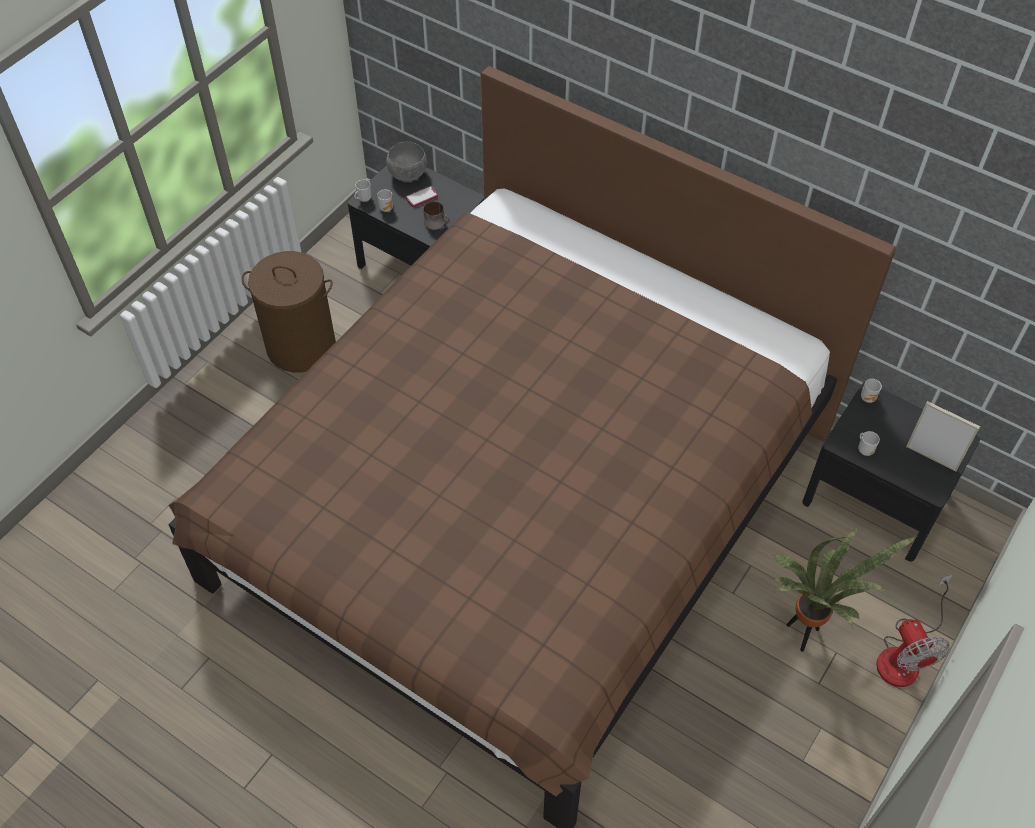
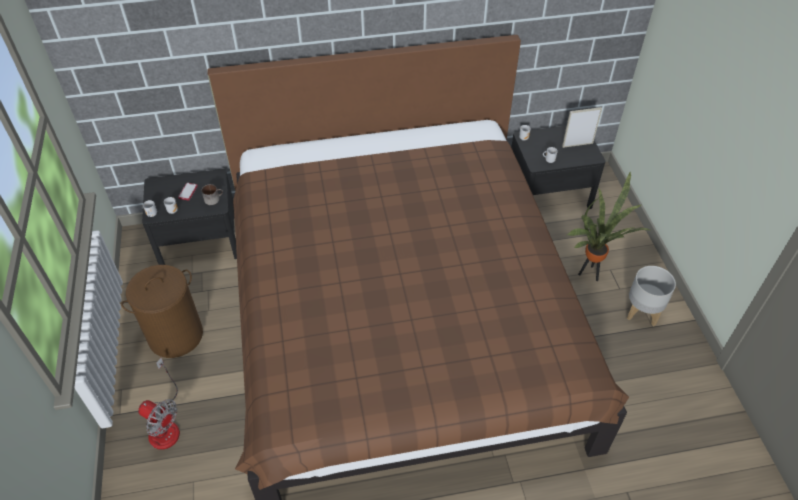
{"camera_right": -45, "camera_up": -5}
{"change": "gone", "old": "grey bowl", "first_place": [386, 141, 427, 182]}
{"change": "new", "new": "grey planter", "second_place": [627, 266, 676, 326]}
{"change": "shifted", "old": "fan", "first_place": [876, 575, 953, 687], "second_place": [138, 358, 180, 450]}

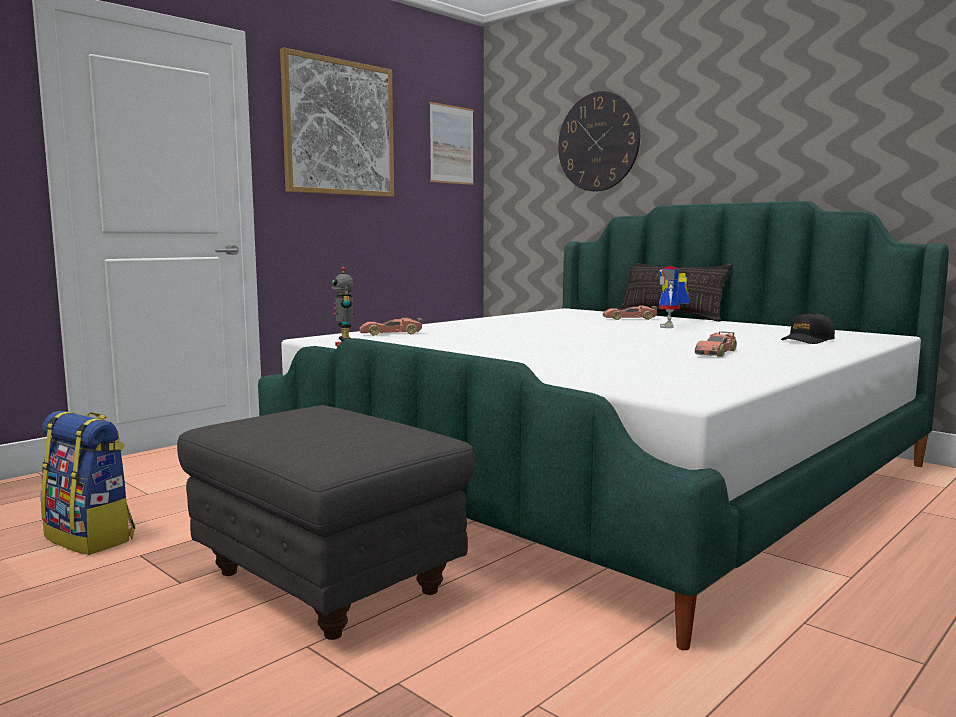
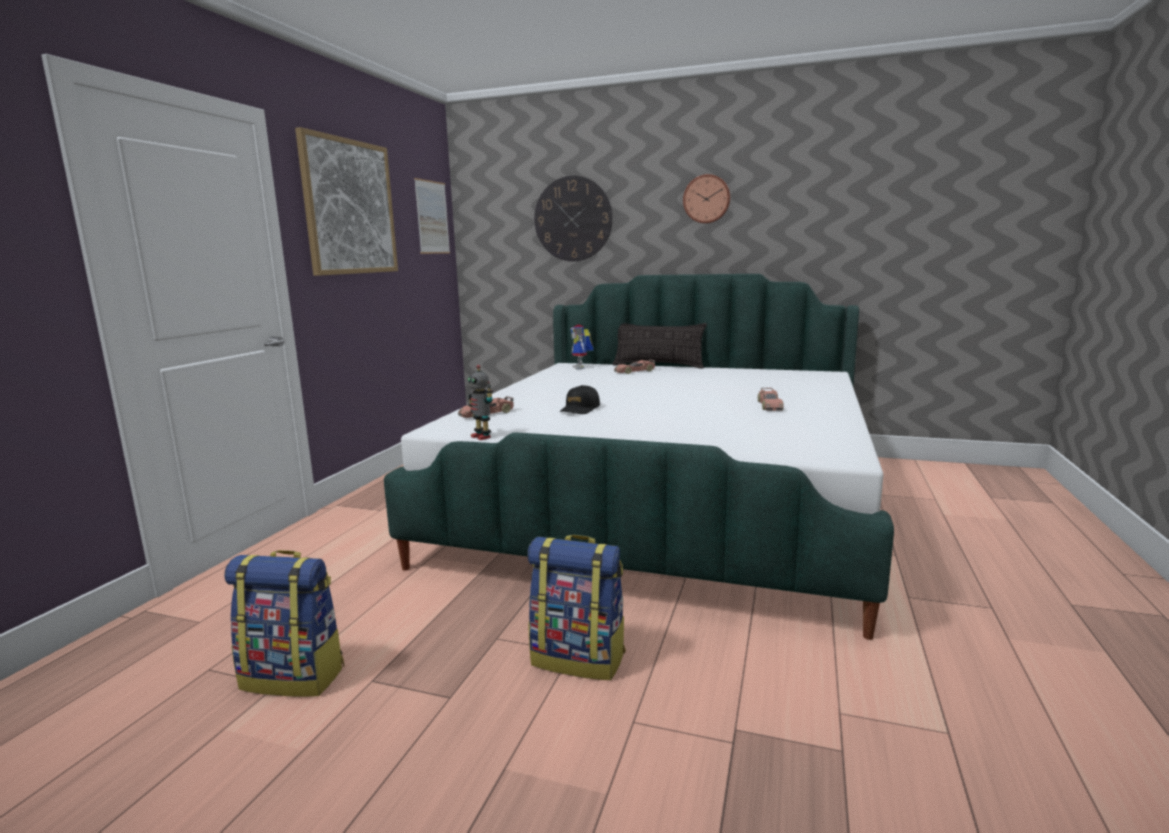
{"camera_right": -25, "camera_up": 5}
{"change": "new", "new": "wall clock", "second_place": [683, 174, 730, 224]}
{"change": "shifted", "old": "toy robot", "first_place": [659, 265, 689, 328], "second_place": [570, 324, 594, 369]}
{"change": "shifted", "old": "black cap", "first_place": [781, 312, 835, 344], "second_place": [560, 385, 600, 414]}
{"change": "swapped", "old": "grey ottoman", "new": "backpack", "first_place": [177, 405, 475, 640], "second_place": [528, 535, 626, 680]}

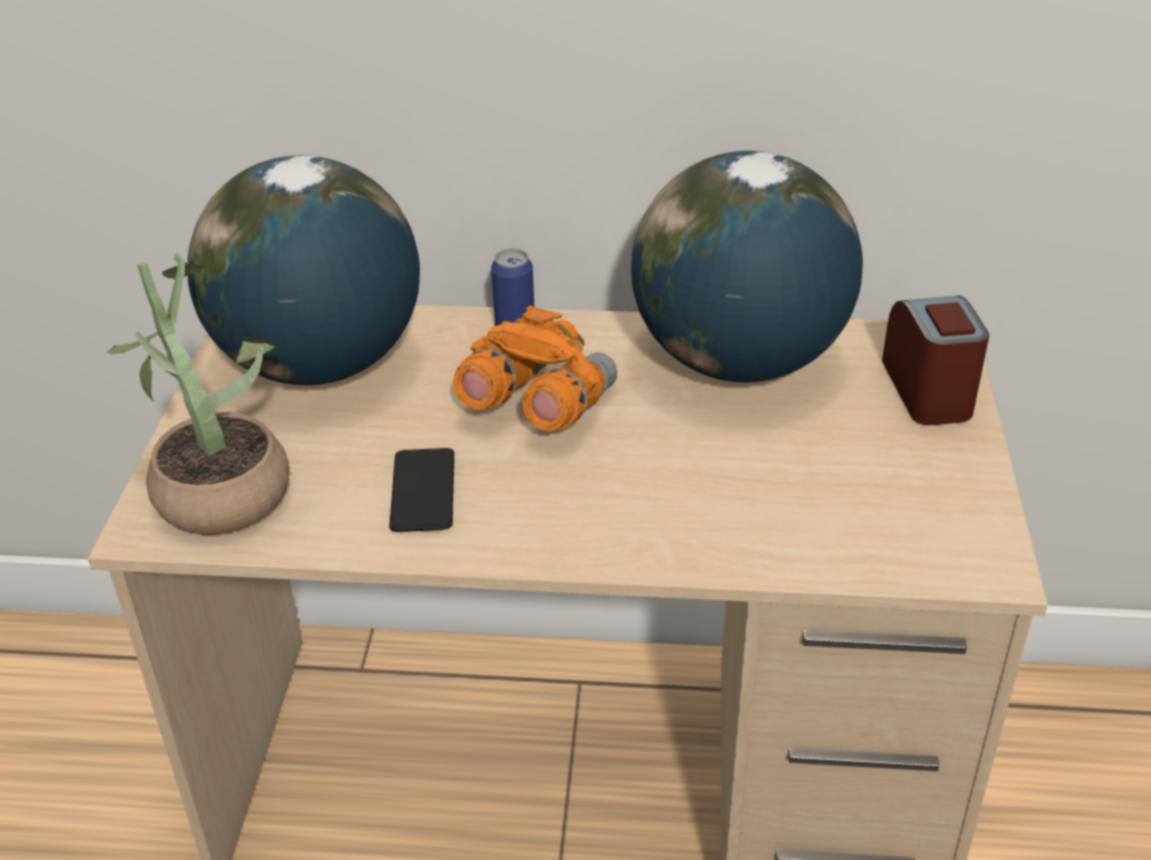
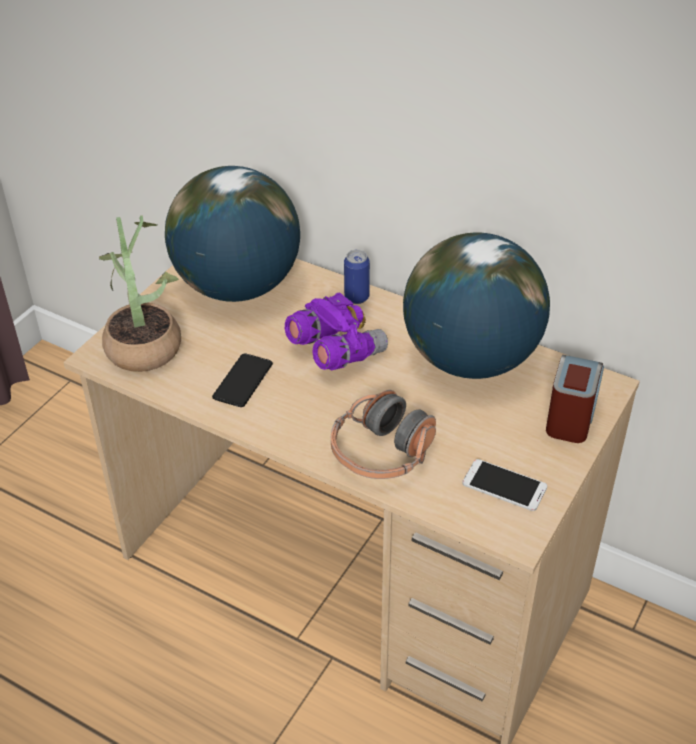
{"camera_right": 25, "camera_up": 5}
{"change": "new", "new": "headphones", "second_place": [331, 390, 436, 479]}
{"change": "new", "new": "phone", "second_place": [462, 459, 547, 511]}
{"change": "repainted", "old": "orange binoculars", "new": "purple binoculars", "first_place": [453, 306, 617, 431], "second_place": [285, 292, 388, 370]}

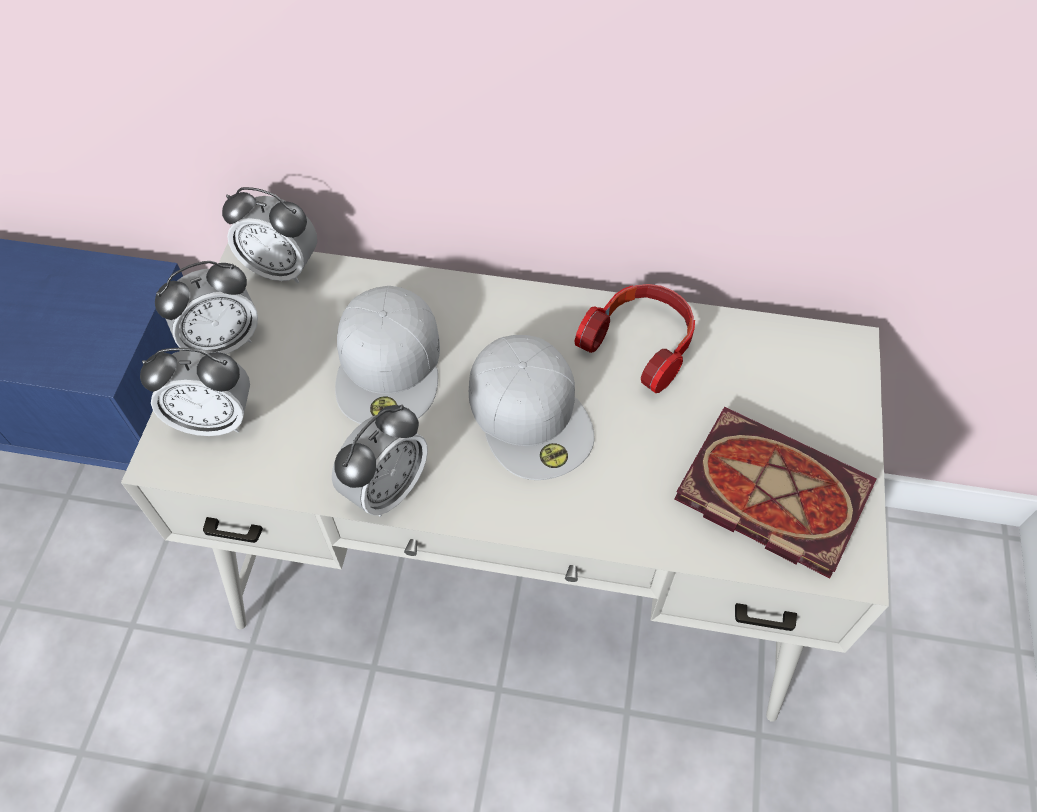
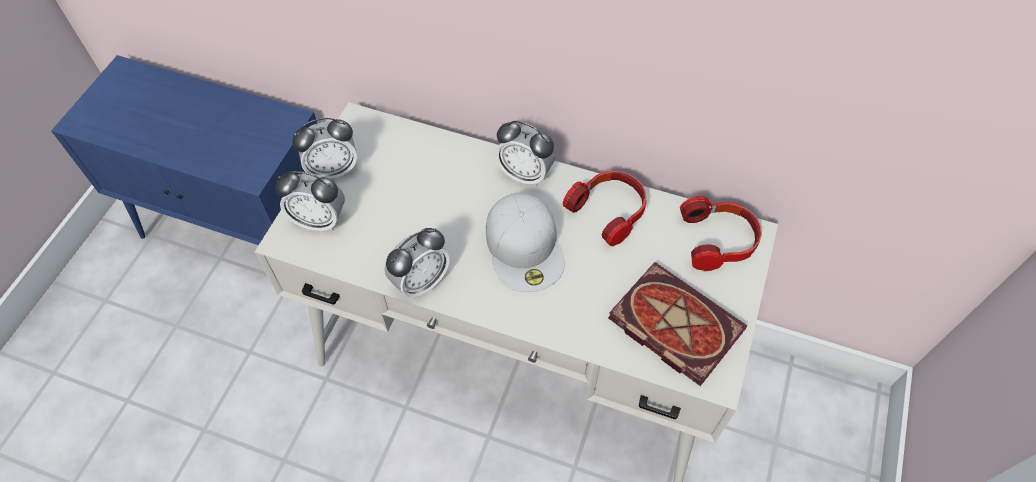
{"camera_right": 10, "camera_up": 0}
{"change": "gone", "old": "white cap", "first_place": [335, 286, 440, 424]}
{"change": "new", "new": "headphones", "second_place": [680, 196, 762, 271]}
{"change": "shifted", "old": "alarm clock", "first_place": [222, 187, 317, 283], "second_place": [495, 121, 556, 187]}

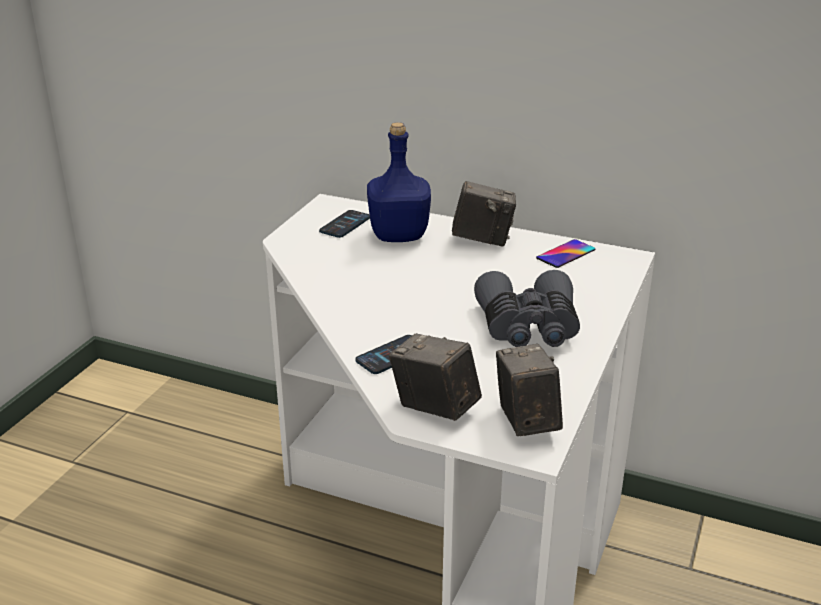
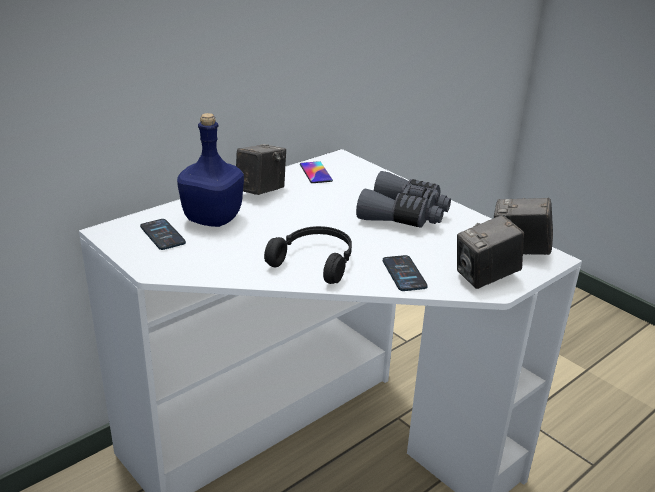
{"camera_right": -65, "camera_up": 0}
{"change": "new", "new": "black headphones", "second_place": [264, 226, 352, 284]}

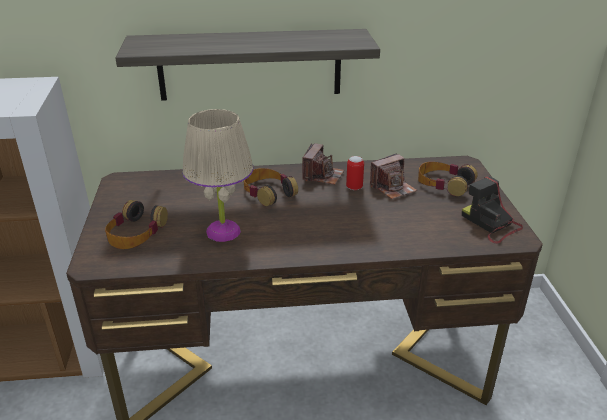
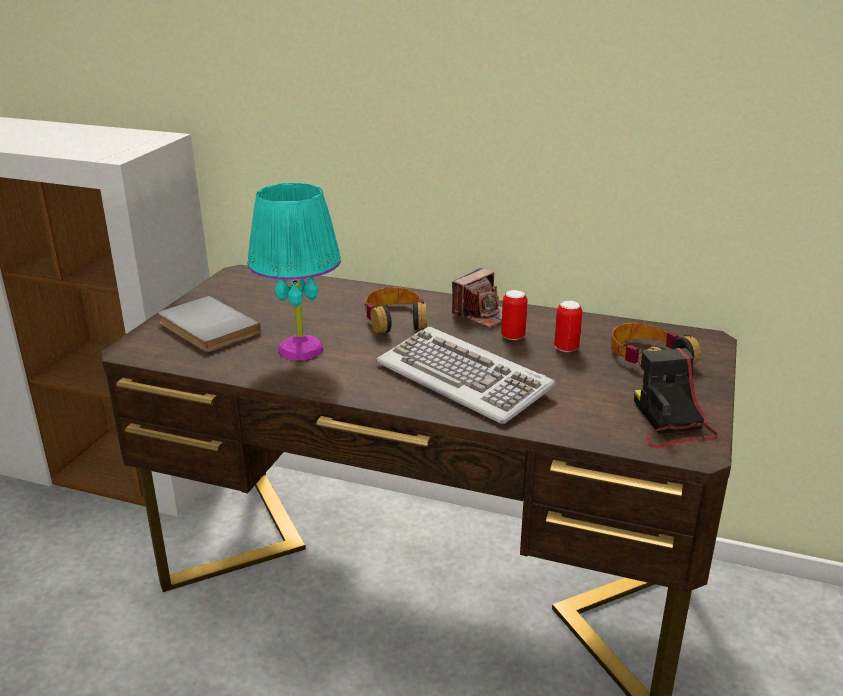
{"camera_right": 25, "camera_up": -5}
{"change": "gone", "old": "shelf", "first_place": [115, 29, 380, 101]}
{"change": "new", "new": "keyboard", "second_place": [376, 326, 556, 424]}
{"change": "swapped", "old": "headphones", "new": "grey book", "first_place": [105, 200, 168, 249], "second_place": [158, 296, 261, 352]}
{"change": "swapped", "old": "photo camera", "new": "can", "first_place": [370, 153, 417, 199], "second_place": [554, 301, 583, 352]}
{"change": "repainted", "old": "beige table lamp", "new": "turquoise table lamp", "first_place": [182, 109, 253, 242], "second_place": [247, 183, 341, 360]}

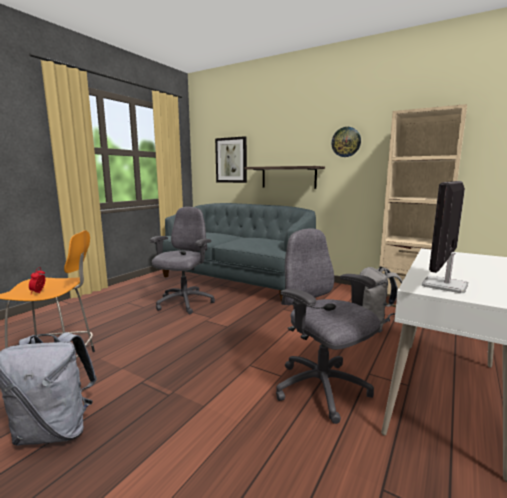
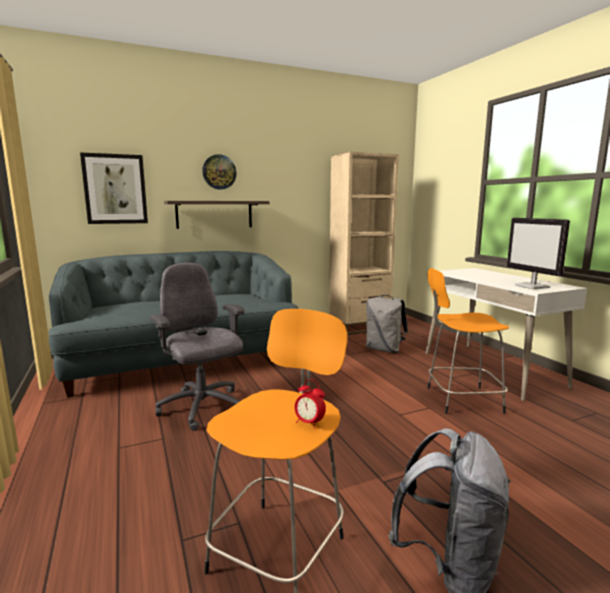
{"camera_right": -55, "camera_up": 0}
{"change": "shifted", "old": "wall clock", "first_place": [332, 127, 361, 157], "second_place": [202, 154, 236, 190]}
{"change": "swapped", "old": "grey office chair", "new": "orange stool", "first_place": [276, 229, 381, 424], "second_place": [427, 268, 509, 414]}

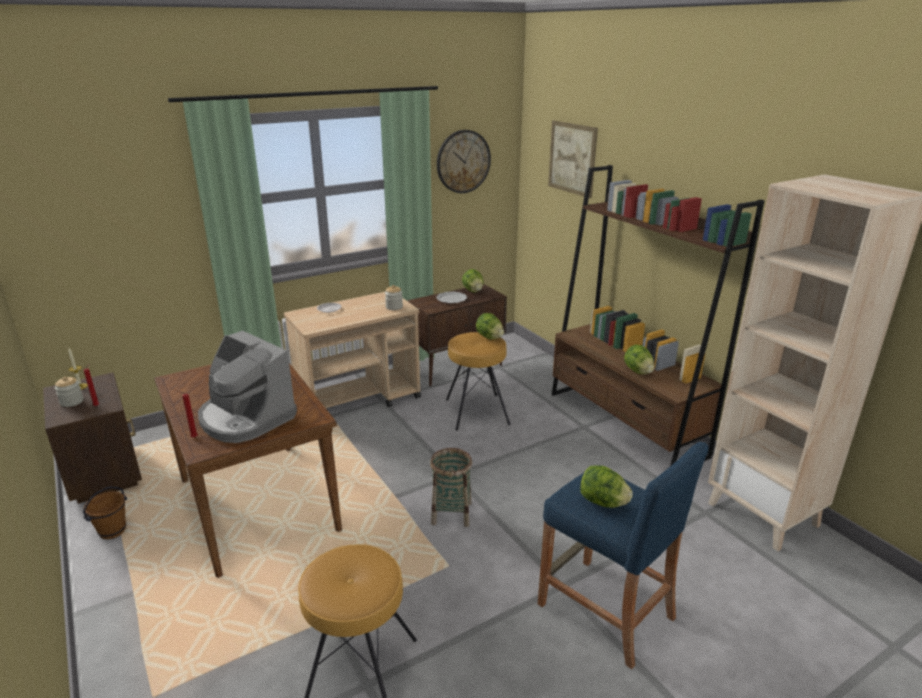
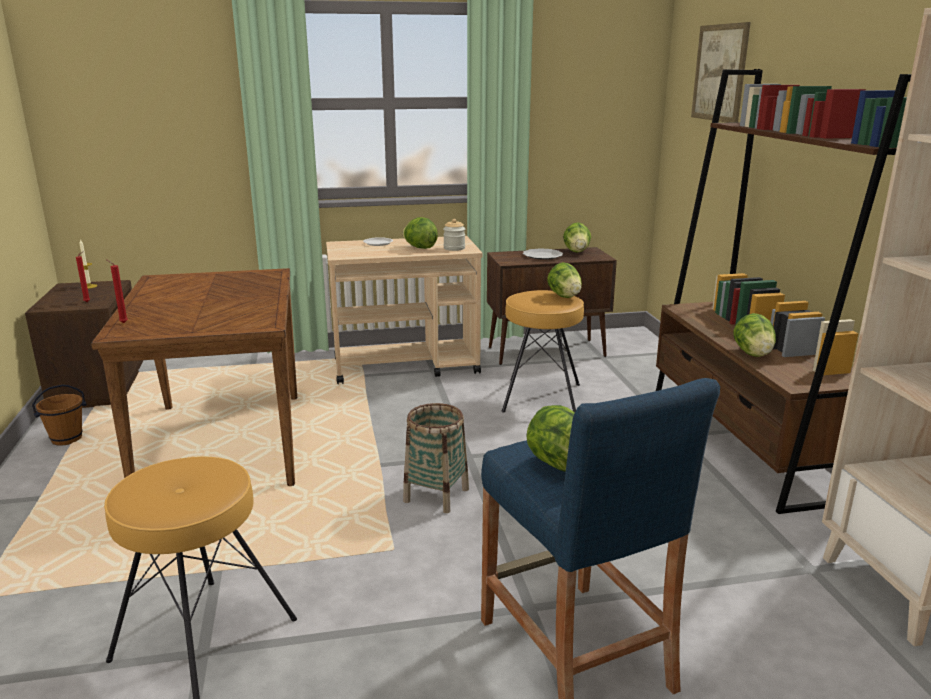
{"camera_right": 20, "camera_up": -5}
{"change": "gone", "old": "jar", "first_place": [55, 377, 83, 407]}
{"change": "gone", "old": "coffee machine", "first_place": [198, 331, 297, 443]}
{"change": "gone", "old": "wall clock", "first_place": [437, 130, 491, 193]}
{"change": "new", "new": "lettuce", "second_place": [403, 217, 438, 249]}

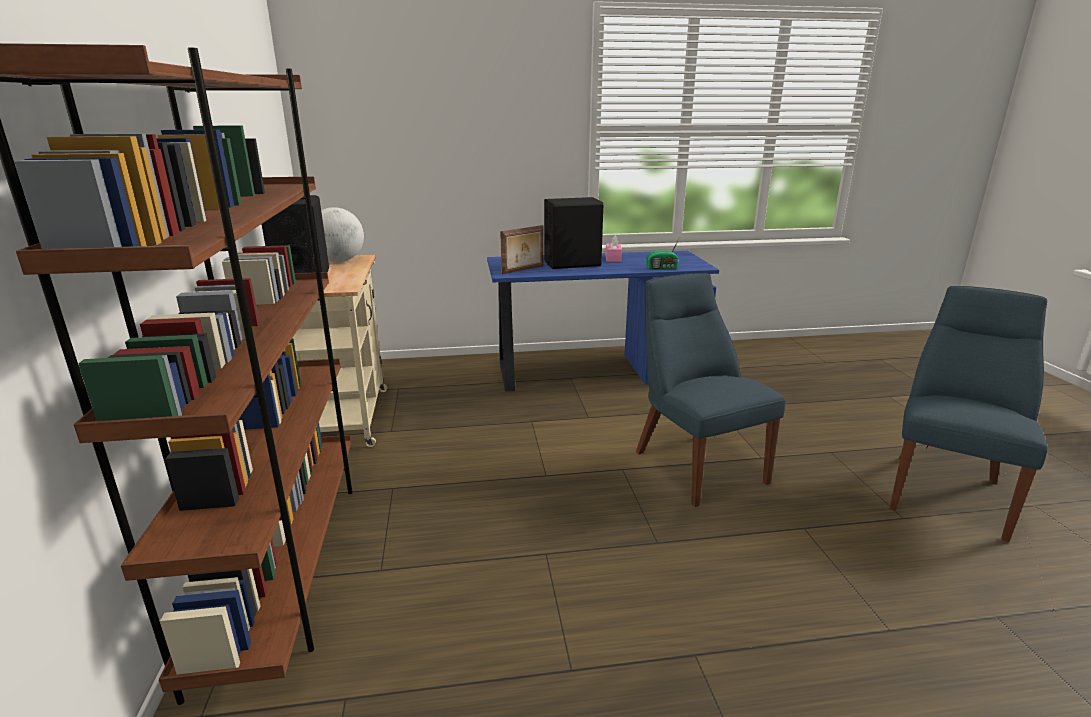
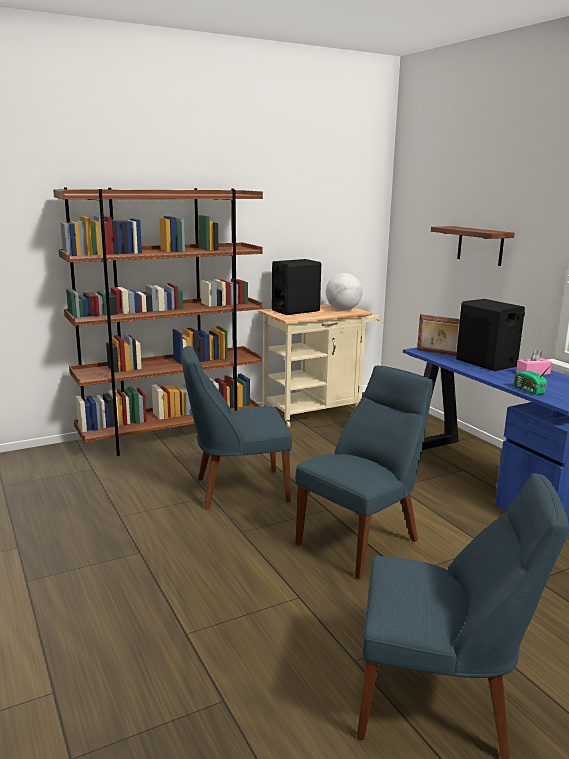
{"camera_right": 70, "camera_up": -5}
{"change": "new", "new": "blue chair", "second_place": [182, 346, 292, 510]}
{"change": "new", "new": "shelf", "second_place": [431, 226, 515, 266]}

